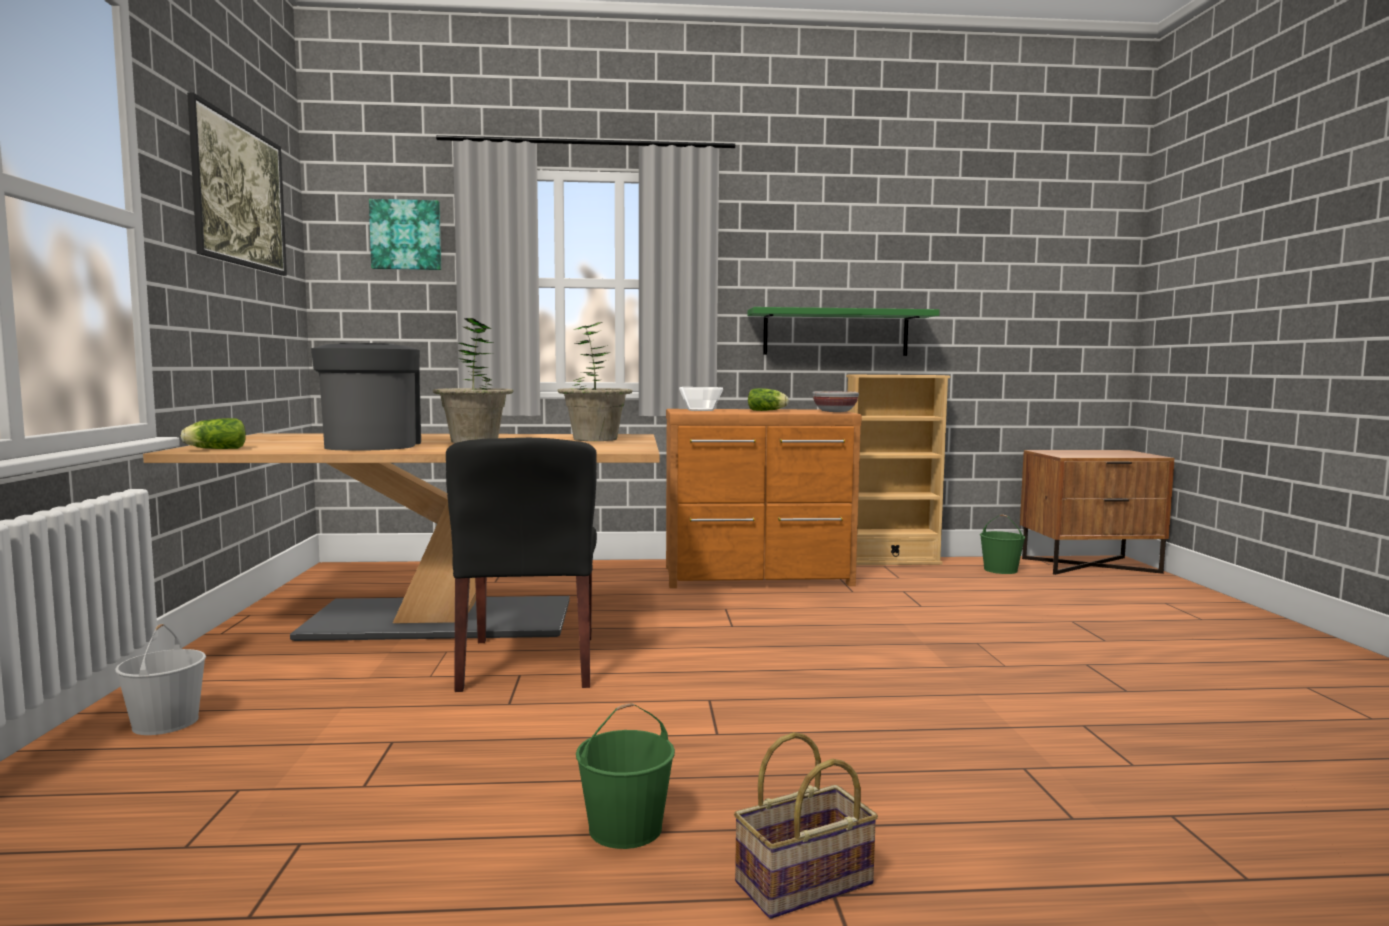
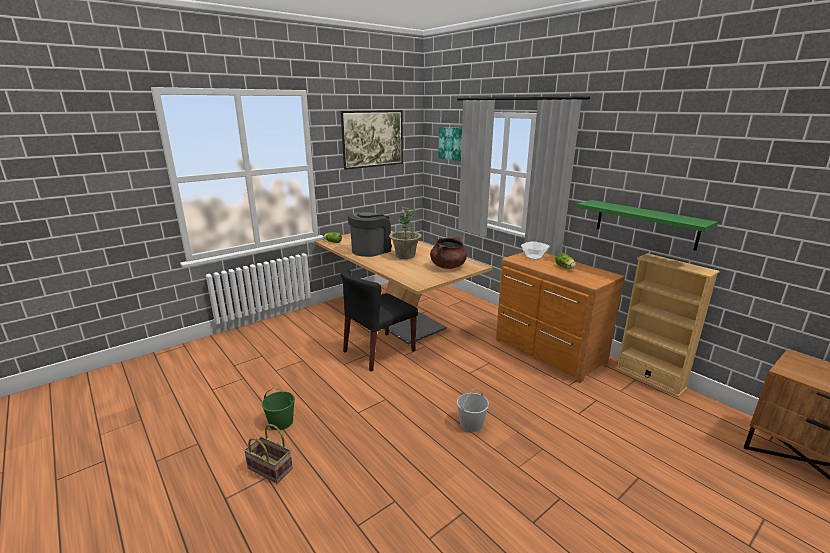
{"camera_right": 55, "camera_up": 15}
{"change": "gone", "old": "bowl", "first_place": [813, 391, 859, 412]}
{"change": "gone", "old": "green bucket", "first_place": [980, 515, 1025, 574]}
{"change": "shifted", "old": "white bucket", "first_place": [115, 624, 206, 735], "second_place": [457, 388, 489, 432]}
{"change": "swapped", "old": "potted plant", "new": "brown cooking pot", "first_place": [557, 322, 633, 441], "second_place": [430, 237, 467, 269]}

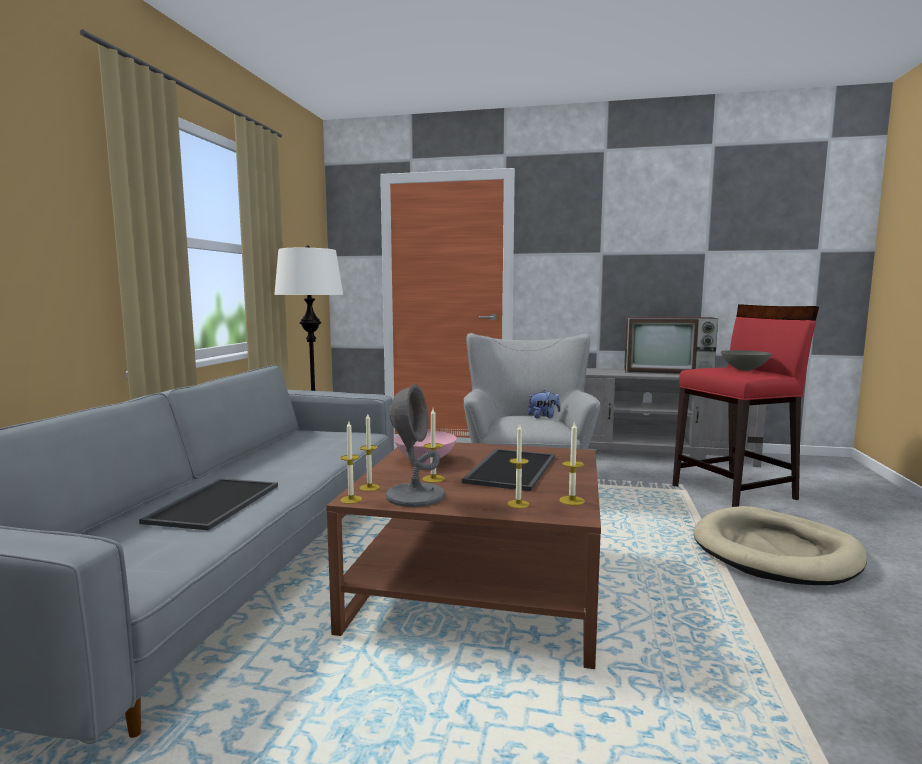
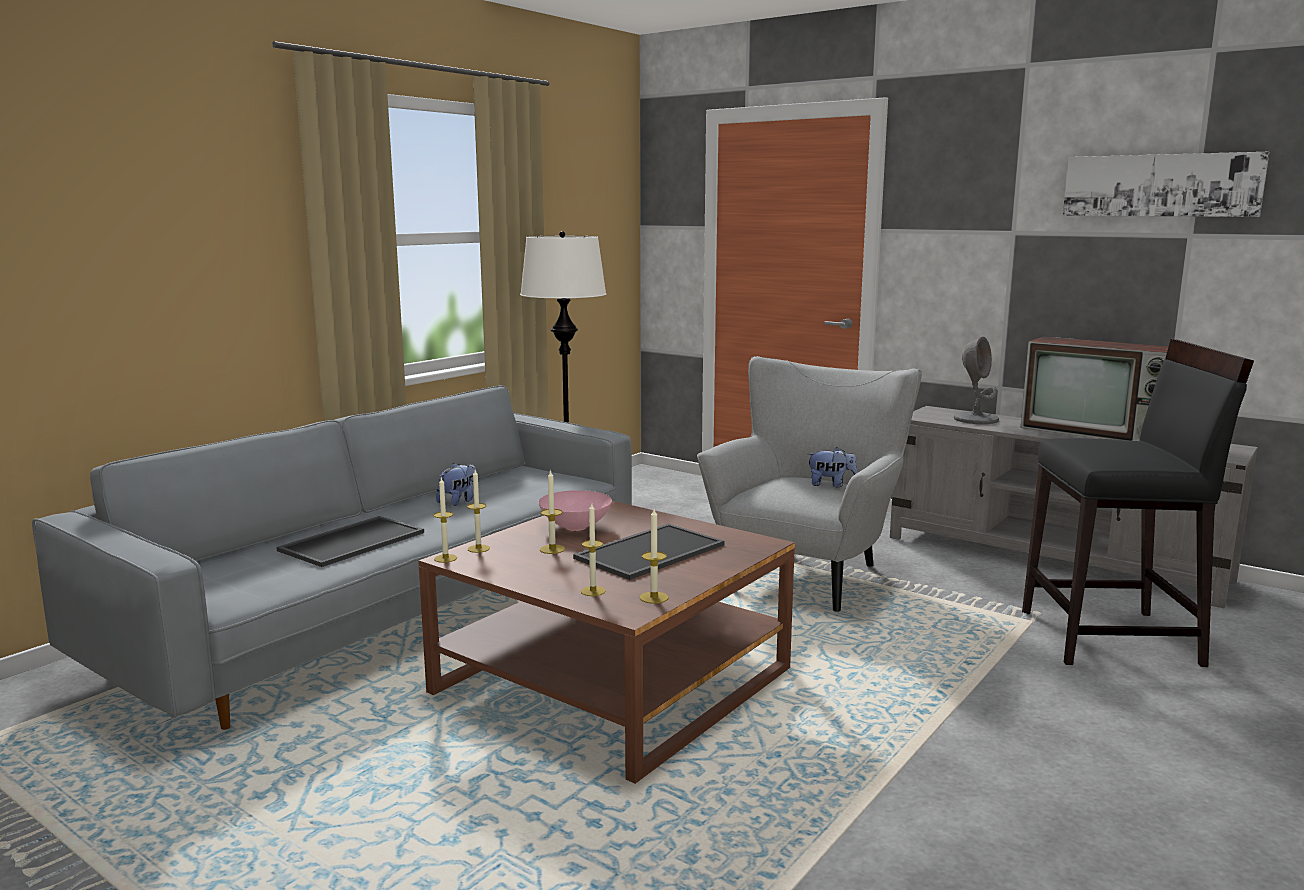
{"camera_right": 25, "camera_up": 5}
{"change": "gone", "old": "beige dog bed", "first_place": [694, 506, 867, 585]}
{"change": "gone", "old": "grey bowl", "first_place": [721, 350, 772, 371]}
{"change": "new", "new": "plush toy", "second_place": [436, 463, 477, 506]}
{"change": "new", "new": "picture", "second_place": [1063, 152, 1269, 217]}
{"change": "shifted", "old": "grey table lamp", "first_place": [386, 384, 445, 507], "second_place": [954, 337, 999, 424]}
{"change": "repainted", "old": "red stool", "new": "black stool", "first_place": [672, 304, 819, 507], "second_place": [1022, 339, 1254, 667]}

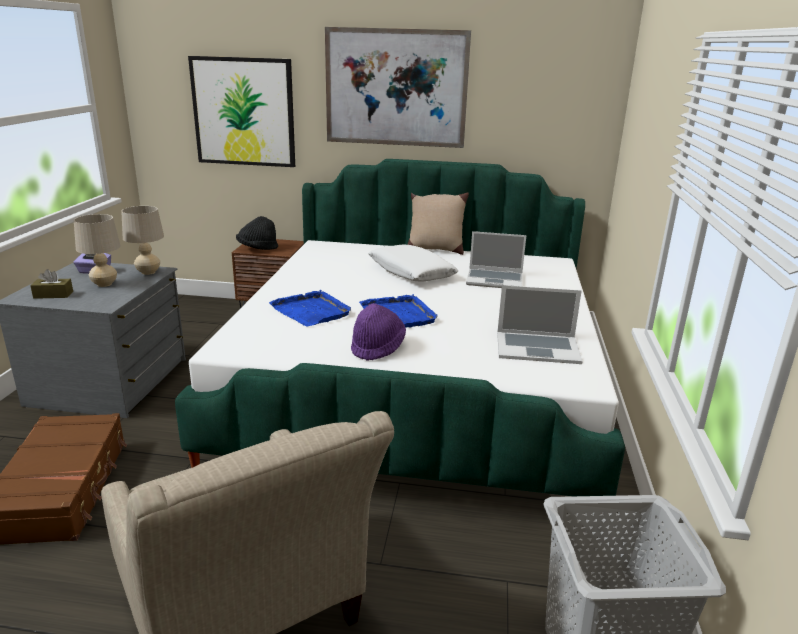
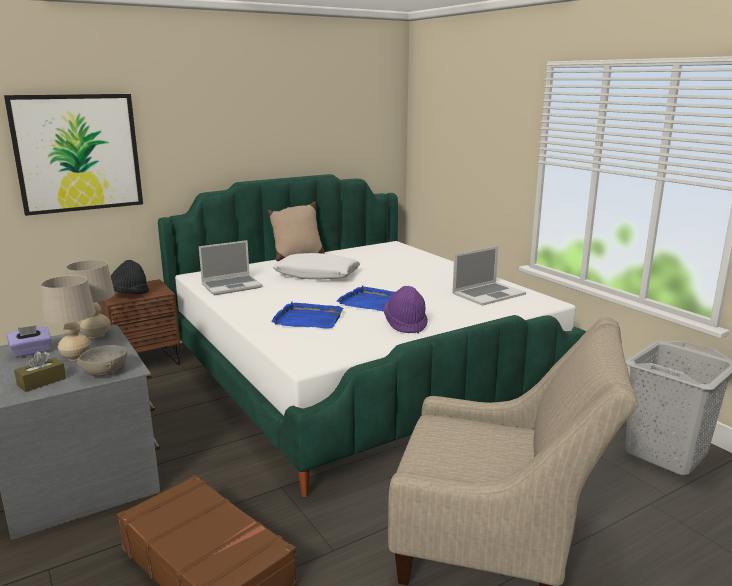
{"camera_right": -40, "camera_up": -5}
{"change": "gone", "old": "picture", "first_place": [325, 27, 471, 148]}
{"change": "new", "new": "grey bowl", "second_place": [77, 345, 127, 376]}
{"change": "shifted", "old": "laptop", "first_place": [466, 231, 526, 288], "second_place": [199, 240, 262, 295]}

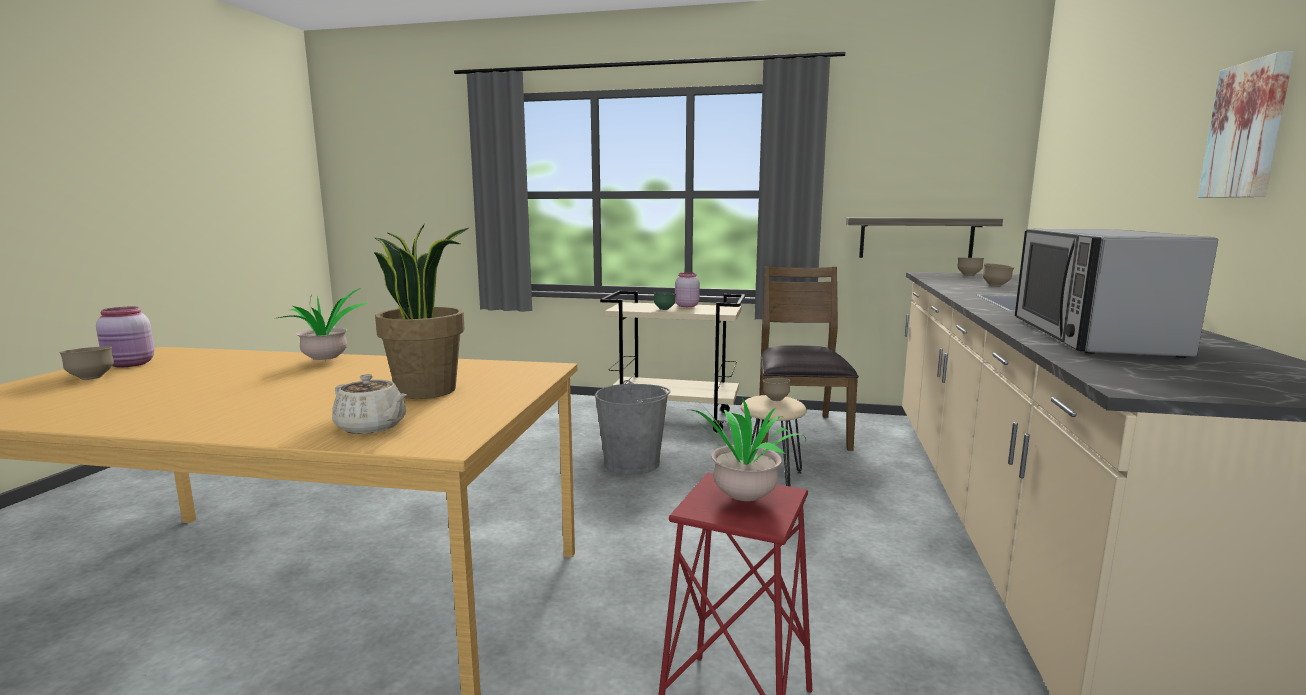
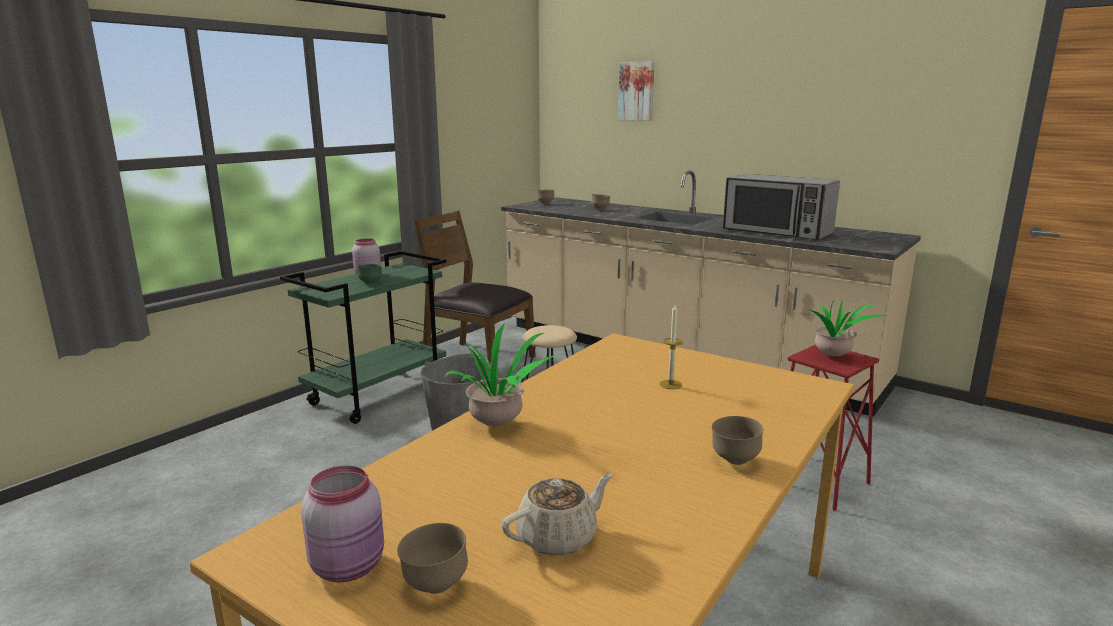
{"camera_right": -65, "camera_up": 5}
{"change": "gone", "old": "shelf", "first_place": [846, 217, 1003, 258]}
{"change": "shifted", "old": "beige teapot", "first_place": [332, 374, 407, 434], "second_place": [501, 473, 613, 555]}
{"change": "shifted", "old": "brown bowl", "first_place": [763, 378, 790, 401], "second_place": [711, 416, 764, 465]}
{"change": "shifted", "old": "picture", "first_place": [1198, 51, 1294, 198], "second_place": [618, 61, 655, 121]}
{"change": "swapped", "old": "potted plant", "new": "candle", "first_place": [374, 225, 469, 399], "second_place": [659, 305, 683, 389]}
{"change": "repainted", "old": "beige cart", "new": "green cart", "first_place": [600, 291, 745, 433], "second_place": [280, 251, 447, 424]}

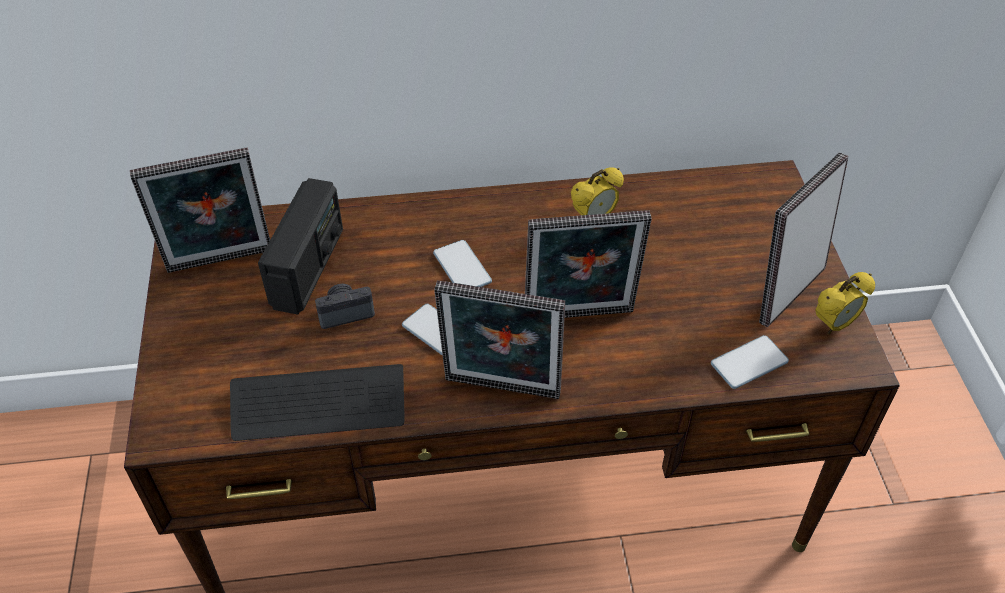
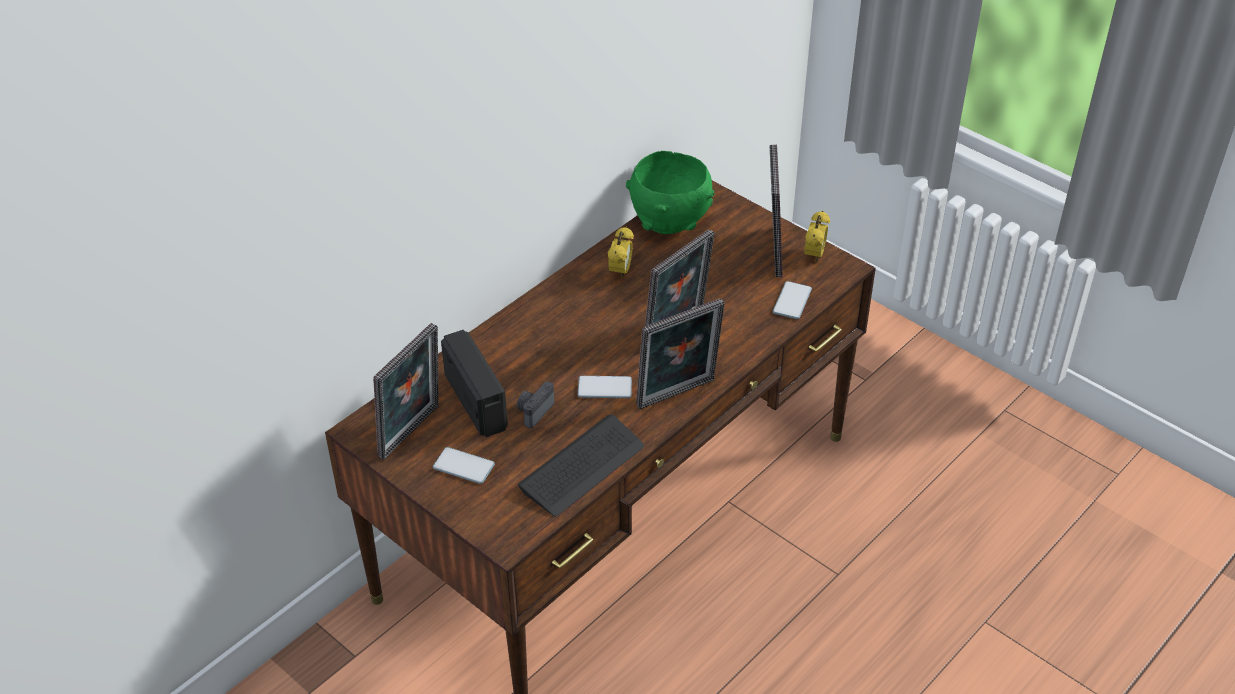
{"camera_right": -40, "camera_up": -5}
{"change": "new", "new": "green bowl", "second_place": [626, 151, 714, 234]}
{"change": "shifted", "old": "phone", "first_place": [433, 240, 492, 287], "second_place": [433, 447, 495, 484]}

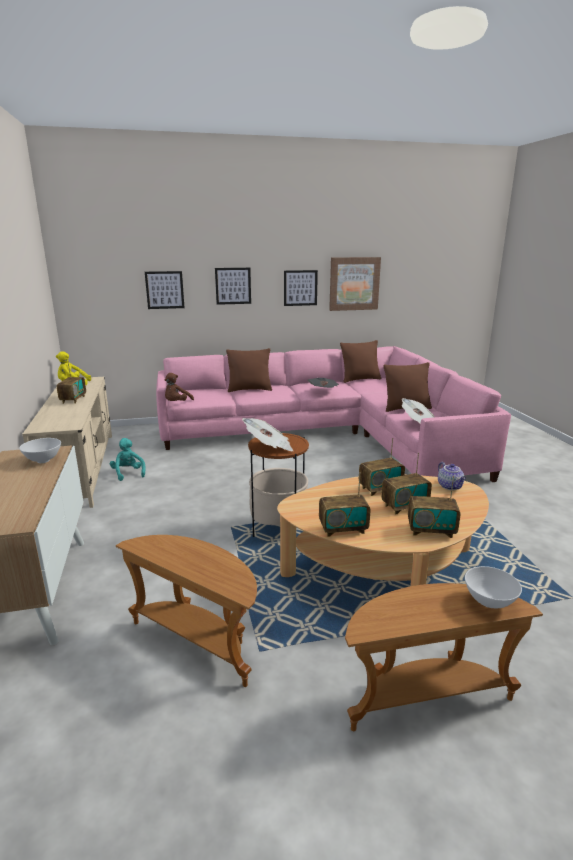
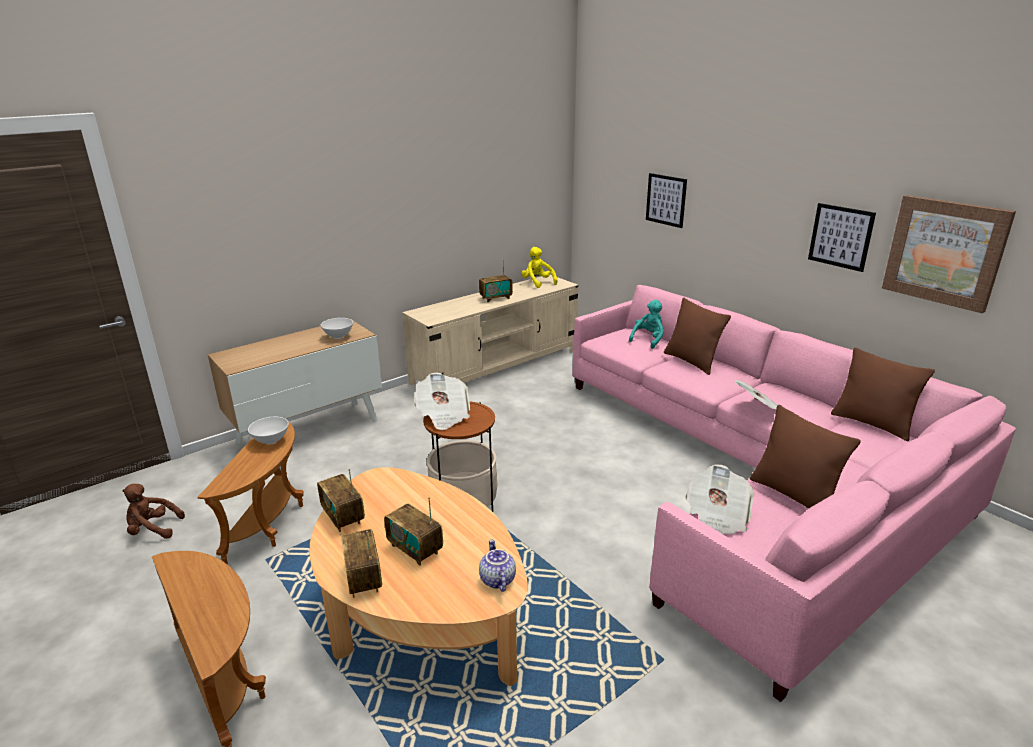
{"camera_right": 65, "camera_up": 5}
{"change": "gone", "old": "picture", "first_place": [215, 268, 251, 305]}
{"change": "gone", "old": "radio", "first_place": [359, 438, 405, 496]}
{"change": "shifted", "old": "turquoise plush toy", "first_place": [110, 438, 146, 481], "second_place": [629, 300, 664, 349]}
{"change": "shifted", "old": "brown plush toy", "first_place": [165, 373, 194, 401], "second_place": [122, 484, 185, 539]}
{"change": "shifted", "old": "white bowl", "first_place": [465, 566, 522, 608], "second_place": [248, 417, 289, 445]}
{"change": "rotated", "old": "teapot", "first_place": [438, 462, 466, 490], "second_place": [479, 539, 516, 592], "degrees": 120}

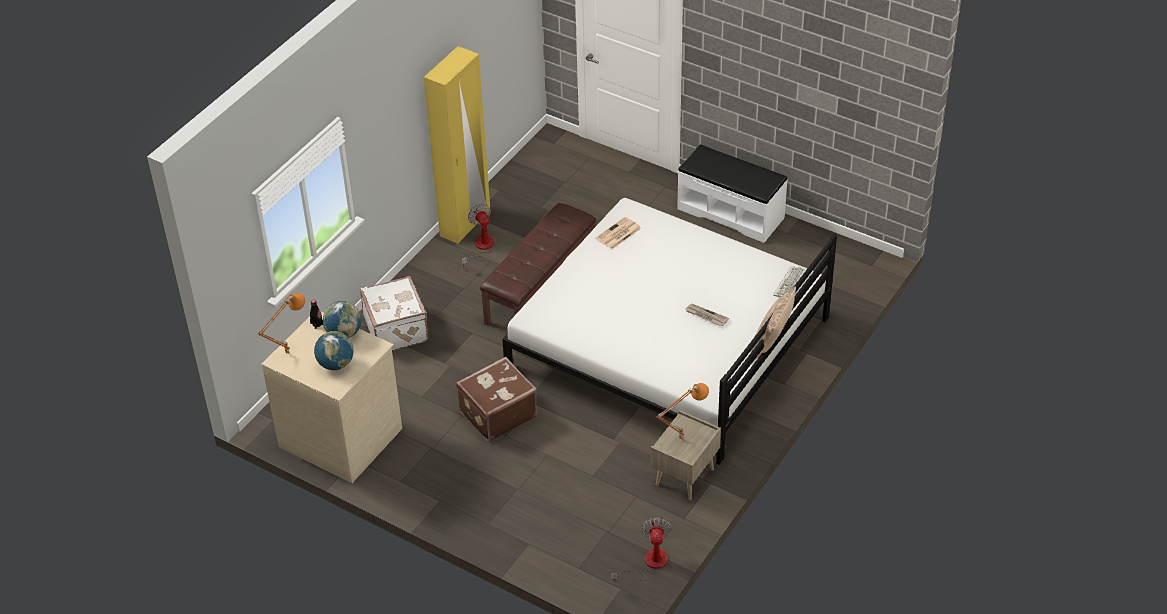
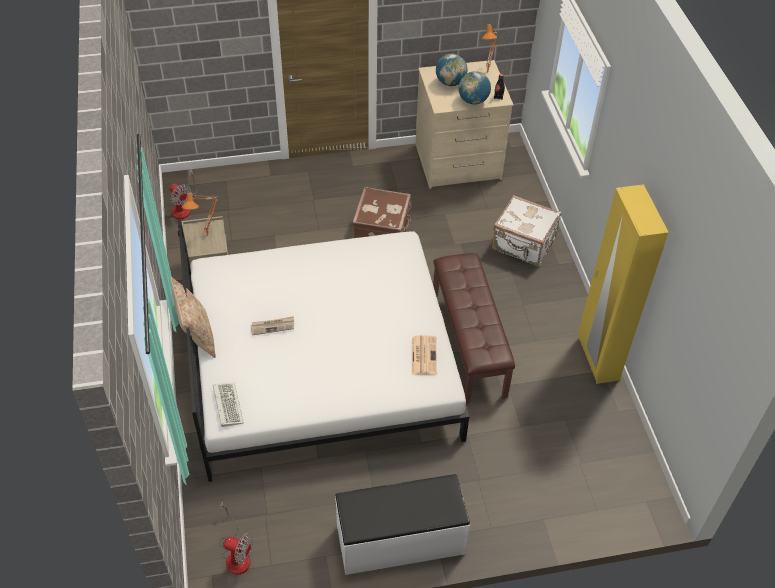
{"camera_right": 135, "camera_up": 5}
{"change": "shifted", "old": "fan", "first_place": [462, 204, 495, 268], "second_place": [220, 501, 253, 575]}

